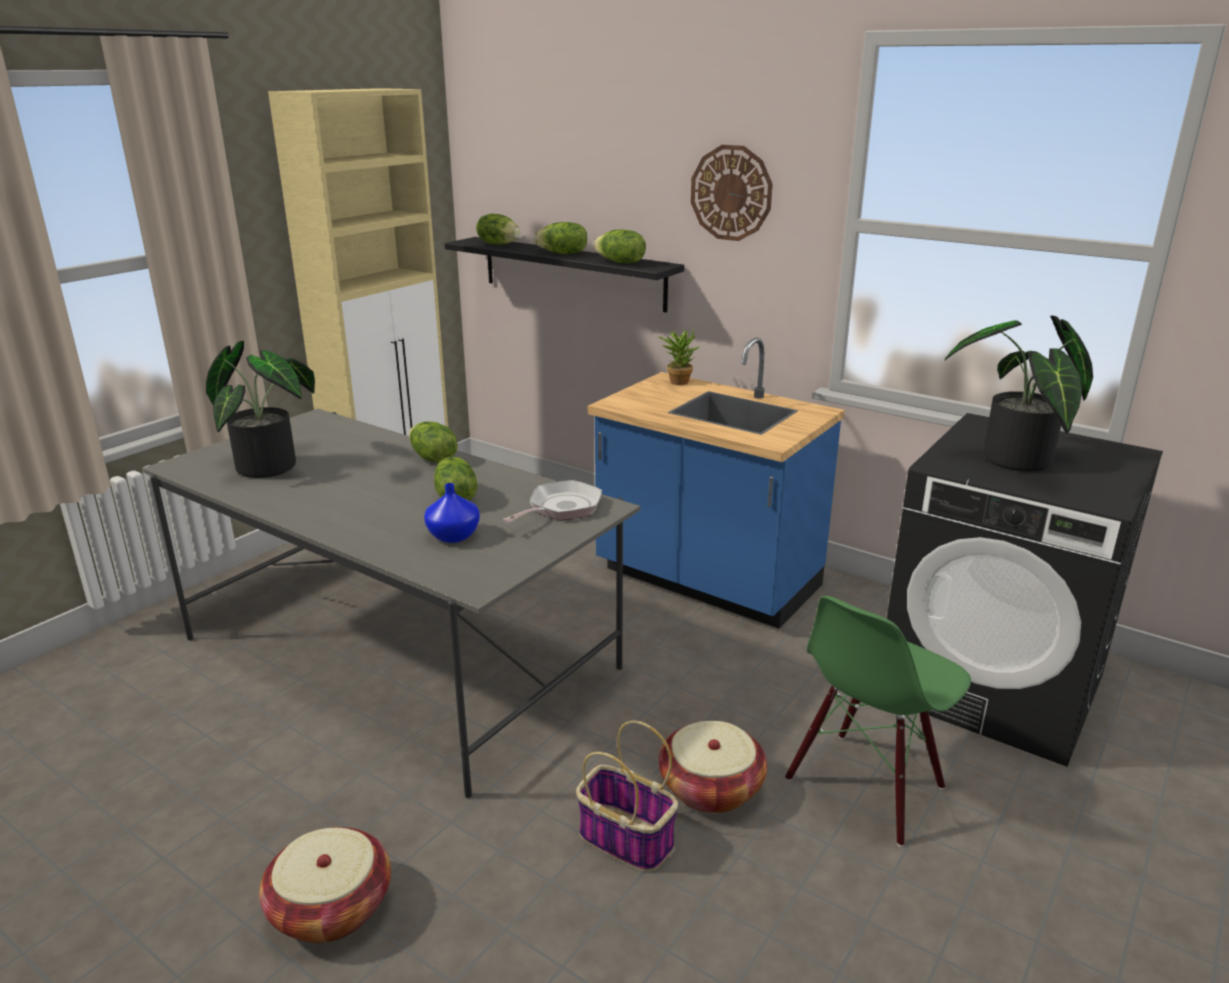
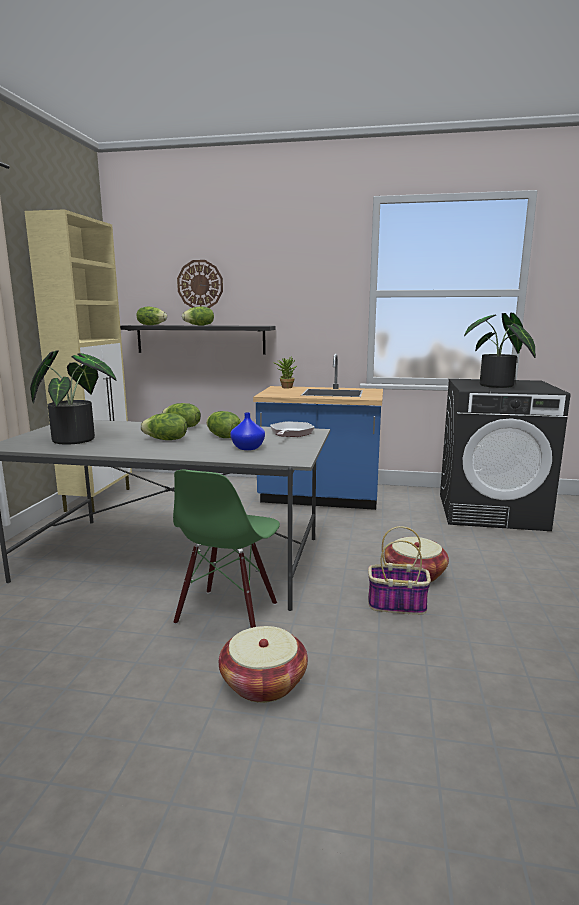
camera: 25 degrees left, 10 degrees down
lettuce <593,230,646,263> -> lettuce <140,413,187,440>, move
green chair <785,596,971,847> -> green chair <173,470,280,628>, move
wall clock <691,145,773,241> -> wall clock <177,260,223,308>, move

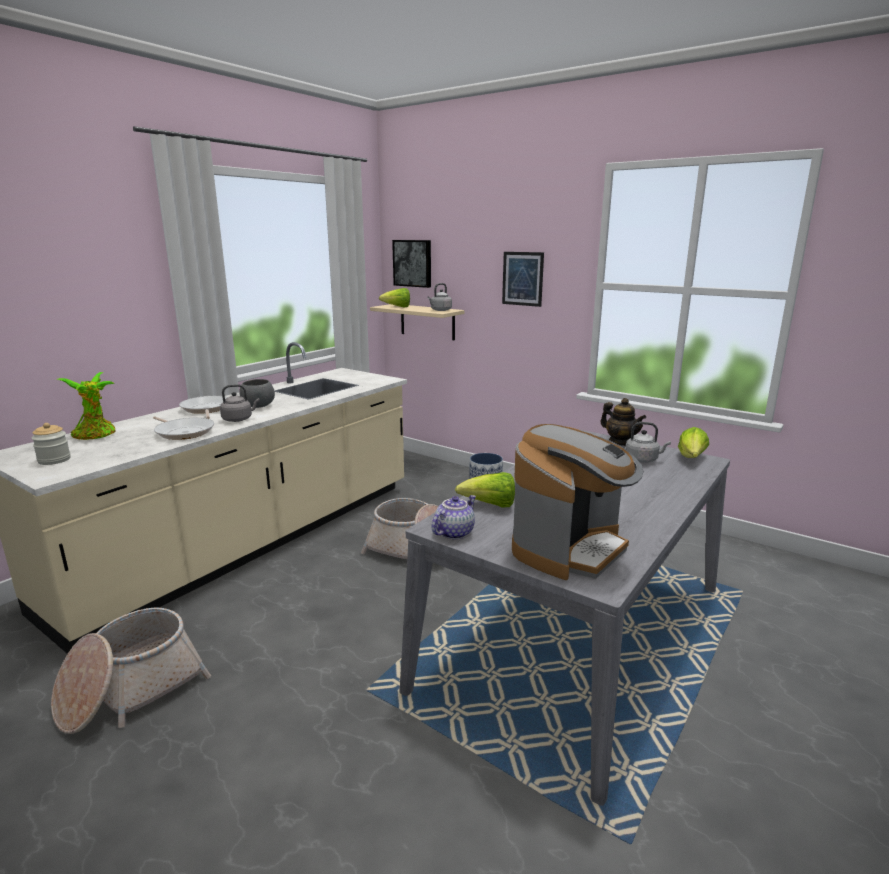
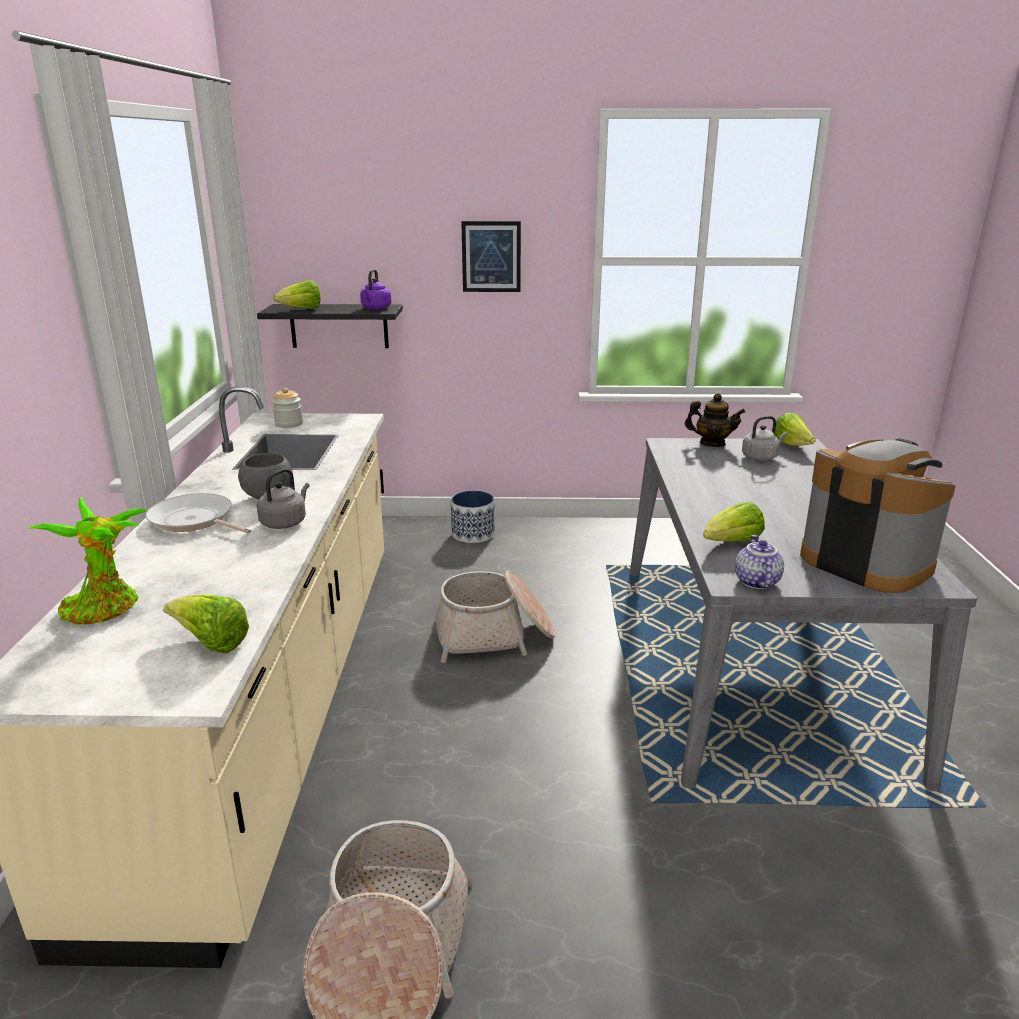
camera: 35 degrees left, 5 degrees up
none -> lettuce <163,594,249,653>
beige shelf <370,304,465,340> -> black shelf <257,304,403,348>
jar <31,423,71,465> -> jar <272,388,303,428>, move
grey kettle <427,283,452,311> -> purple kettle <360,269,391,310>
coffee machine <512,424,643,580> -> coffee machine <800,438,956,593>, 45 degrees counterclockwise
frying pan <153,417,214,440> -> none
picture <392,240,431,288> -> none

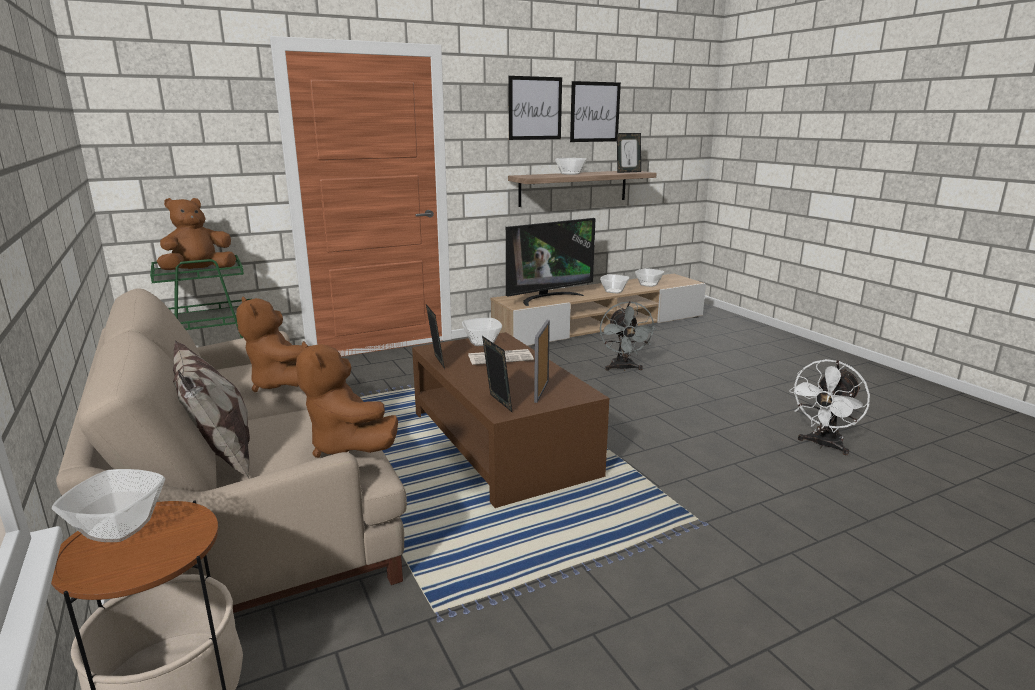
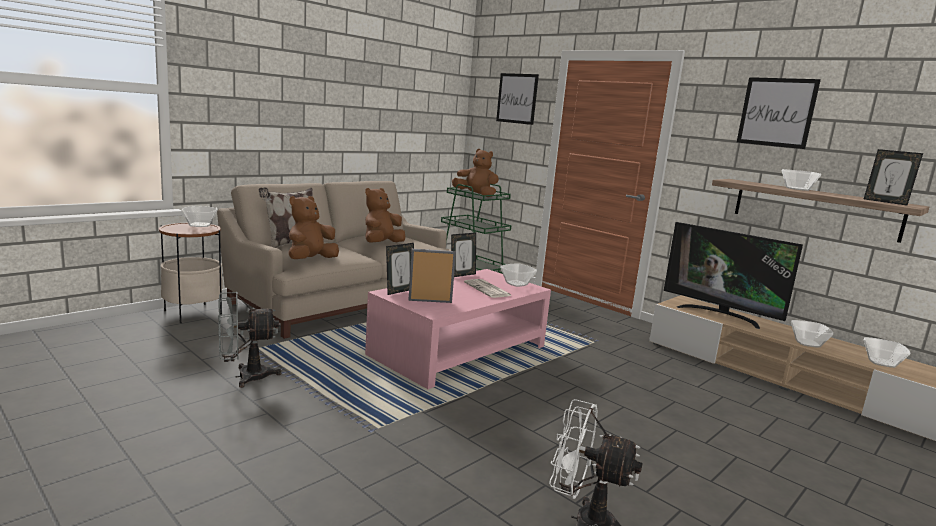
camera: 70 degrees right, 5 degrees down
grey fan <600,301,656,371> -> grey fan <218,292,281,388>, move
brown coffee table <412,332,609,508> -> pink coffee table <365,269,551,389>
picture <570,81,621,142> -> picture <496,73,539,125>, move

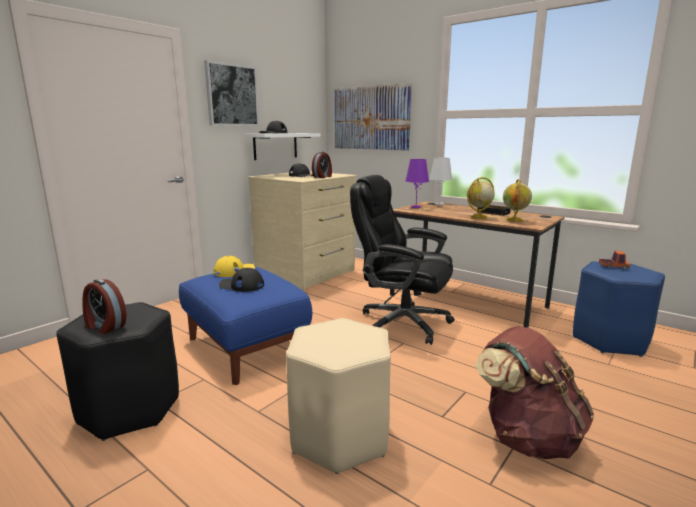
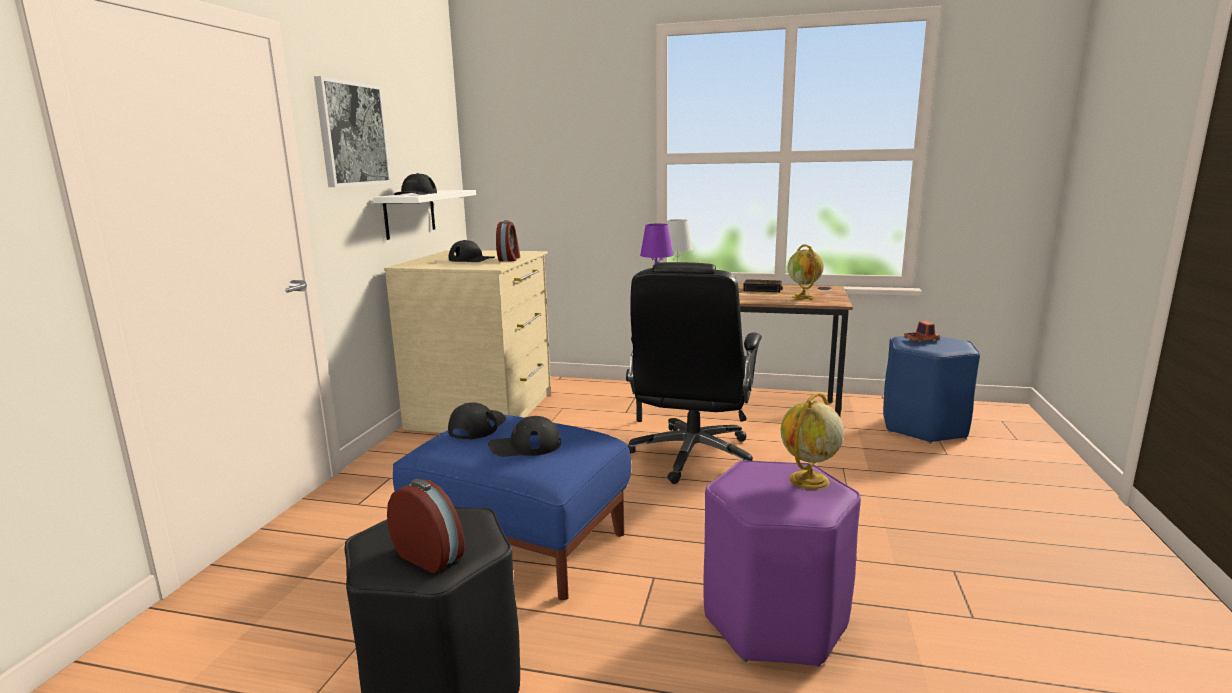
camera: 25 degrees left, 0 degrees up
alarm clock <82,279,126,334> -> alarm clock <387,479,465,573>, 150 degrees counterclockwise
yellow cap <214,256,255,277> -> black cap <448,402,506,440>
black office chair <350,175,455,345> -> black office chair <626,262,762,484>, 75 degrees counterclockwise
beige stool <286,318,391,474> -> purple stool <703,461,861,667>
globe <467,177,495,219> -> globe <780,393,844,490>, move
picture <334,83,412,151> -> none
brown backpack <476,326,594,459> -> none

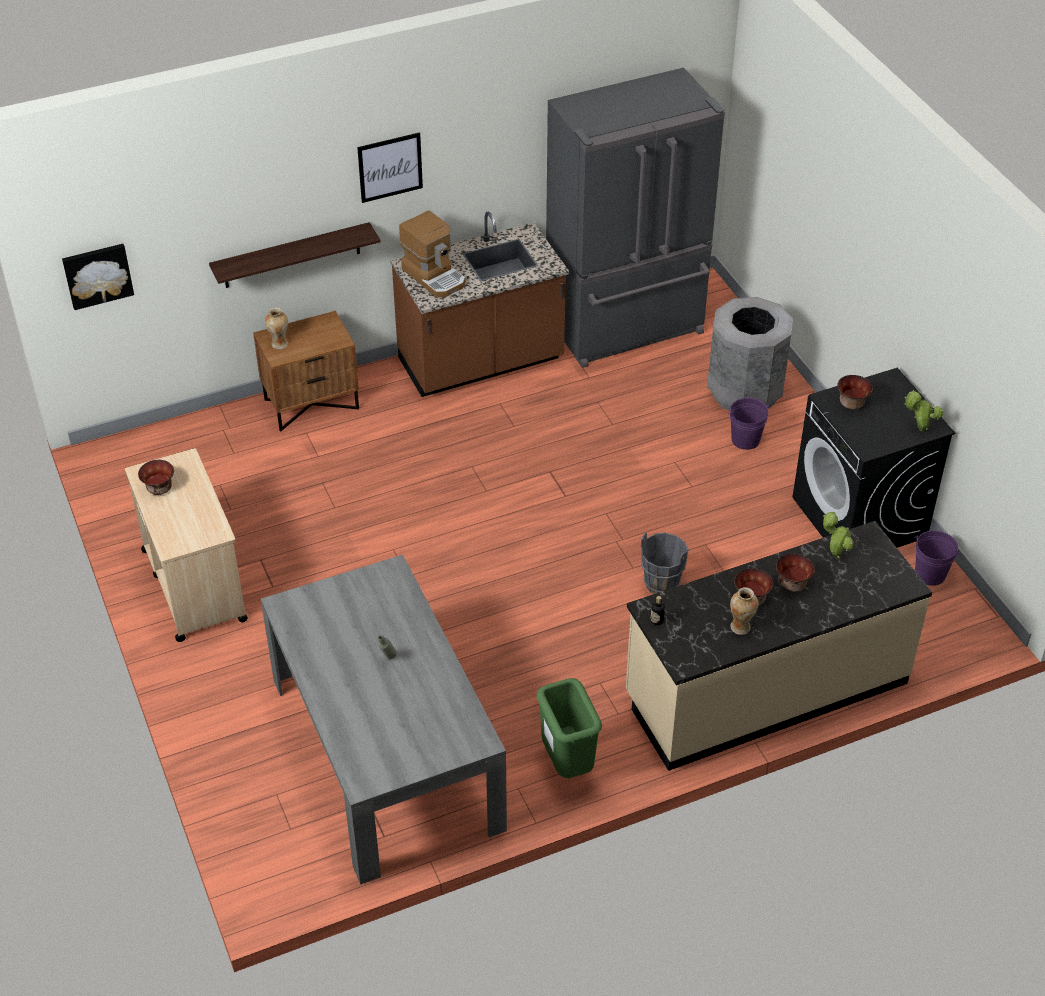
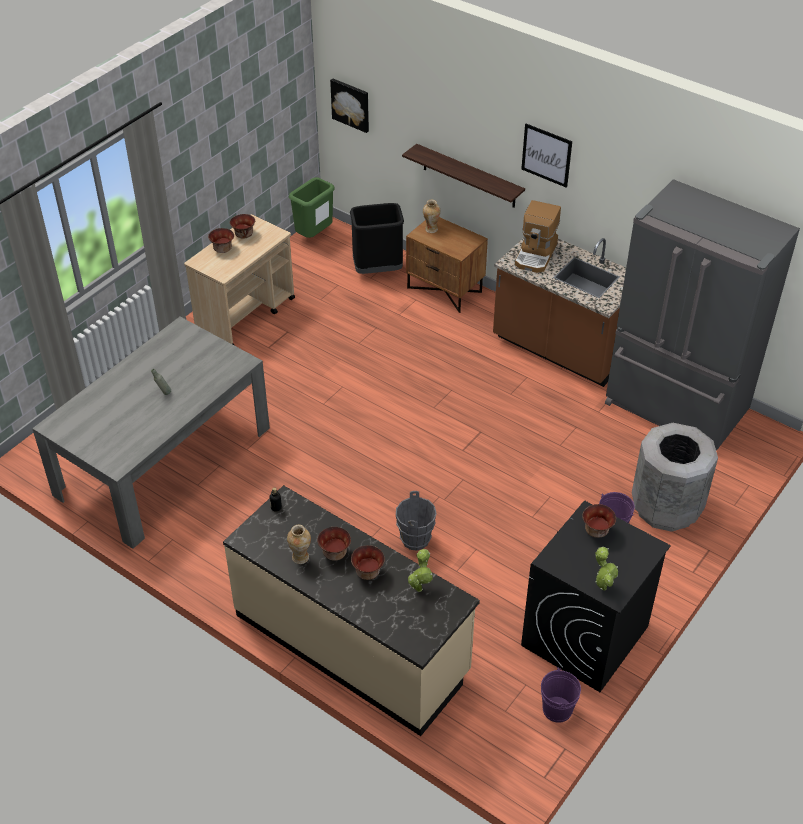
camera: 60 degrees right, 0 degrees up
none -> bowl <208,228,234,253>
green trash can <536,678,602,778> -> green trash can <289,177,335,238>, move
none -> black trash can <350,203,404,274>

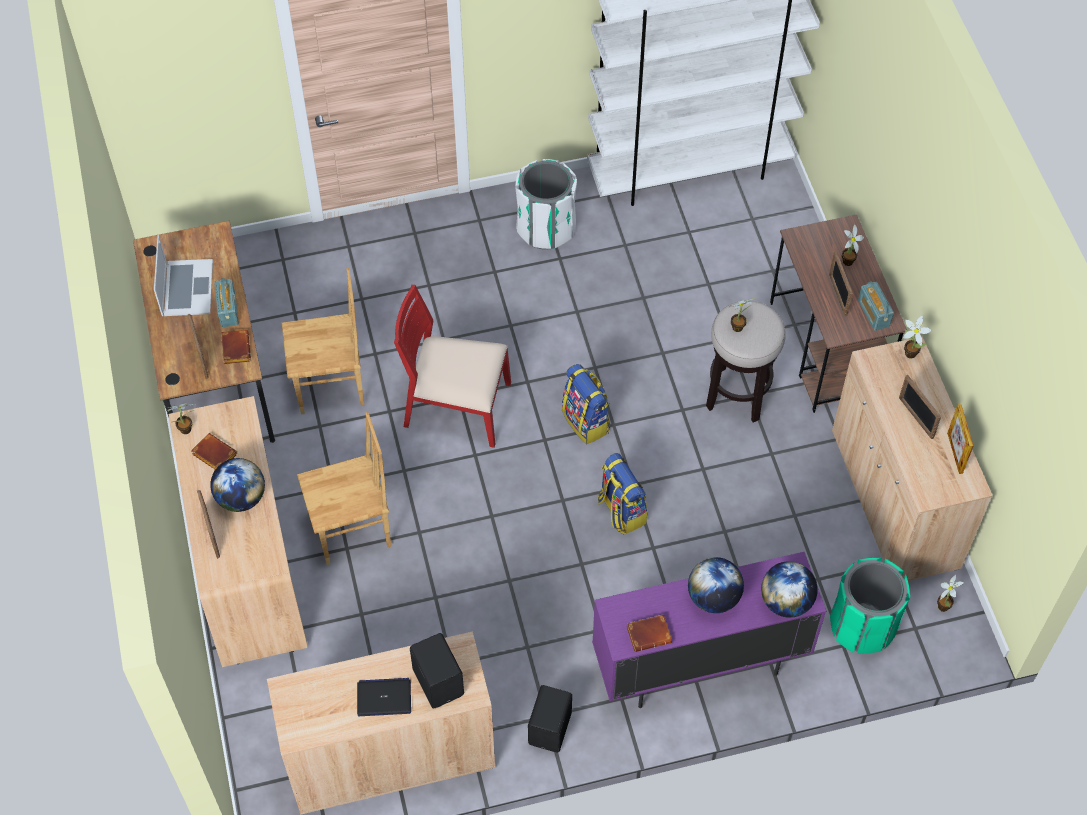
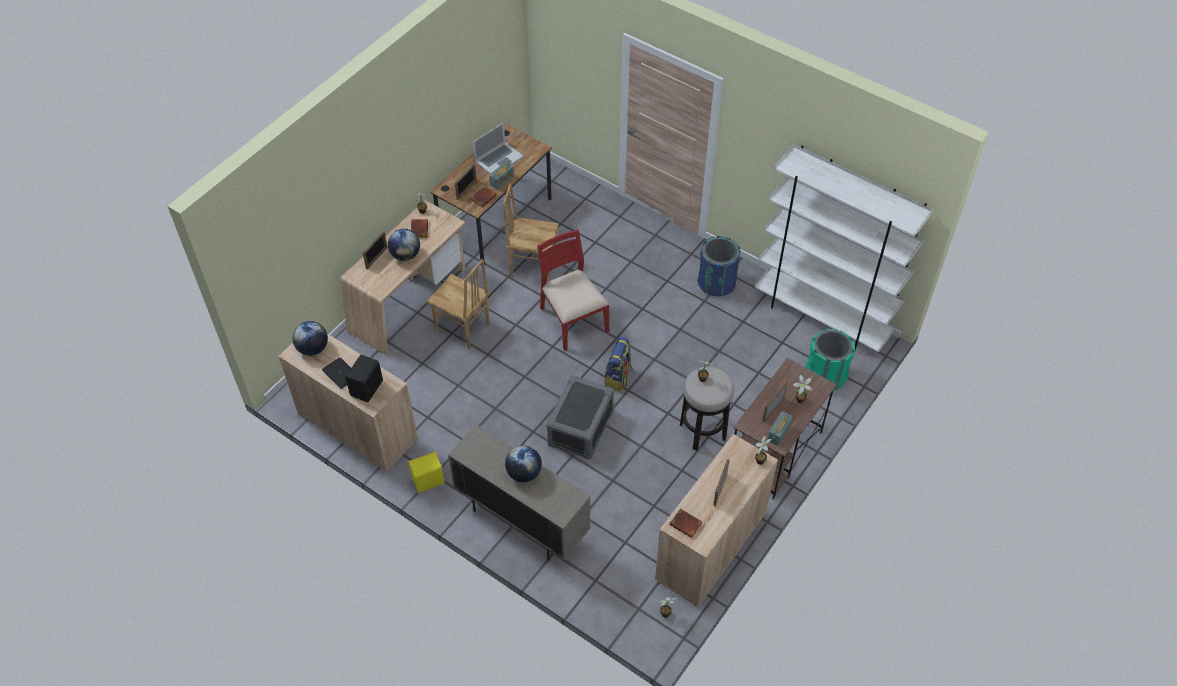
camera: 50 degrees right, 5 degrees down
globe <761,561,818,618> -> globe <292,321,328,356>, move
black speaker <528,685,572,752> -> yellow speaker <408,452,445,493>
purple cabinet <592,552,826,708> -> beige cabinet <448,425,591,561>
brown chair <282,268,365,414> -> brown chair <503,183,559,282>, 150 degrees clockwise
backpack <598,453,647,535> -> grey storage box <546,375,614,460>
brown book <627,614,672,652> -> brown book <670,508,702,538>, move
white trash can <515,159,577,250> -> blue trash can <697,236,741,297>
green trash can <830,558,910,654> -> green trash can <806,329,855,391>, move
picture frame <947,404,973,474> -> none

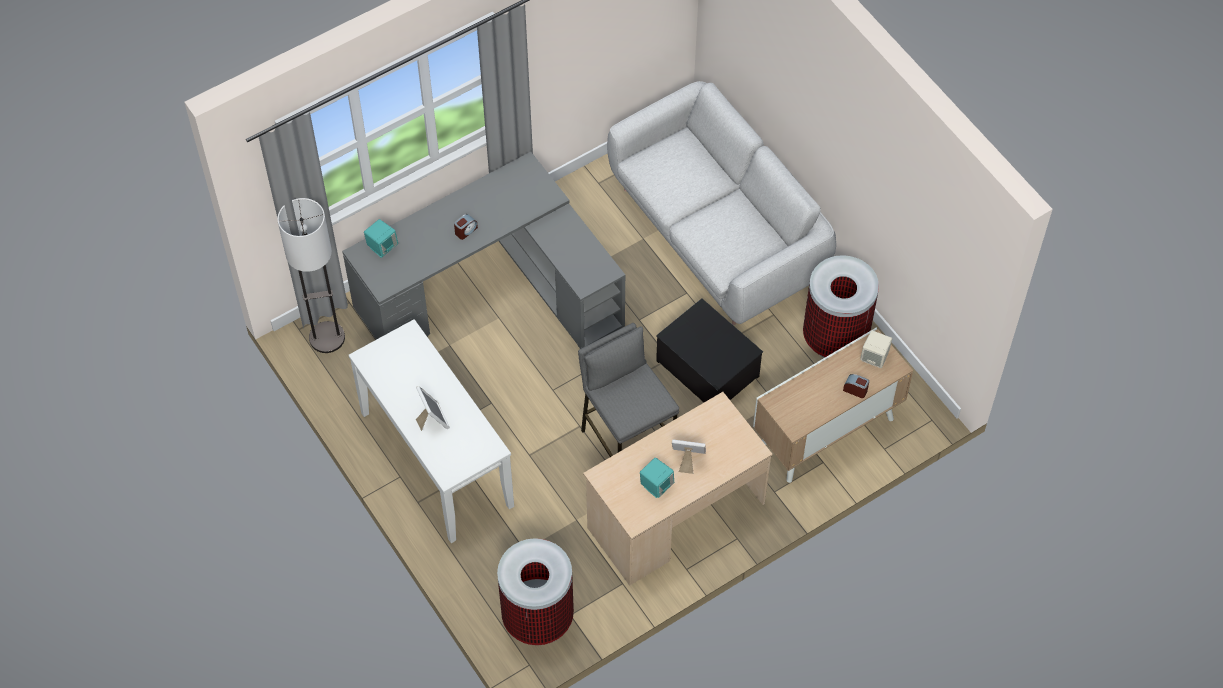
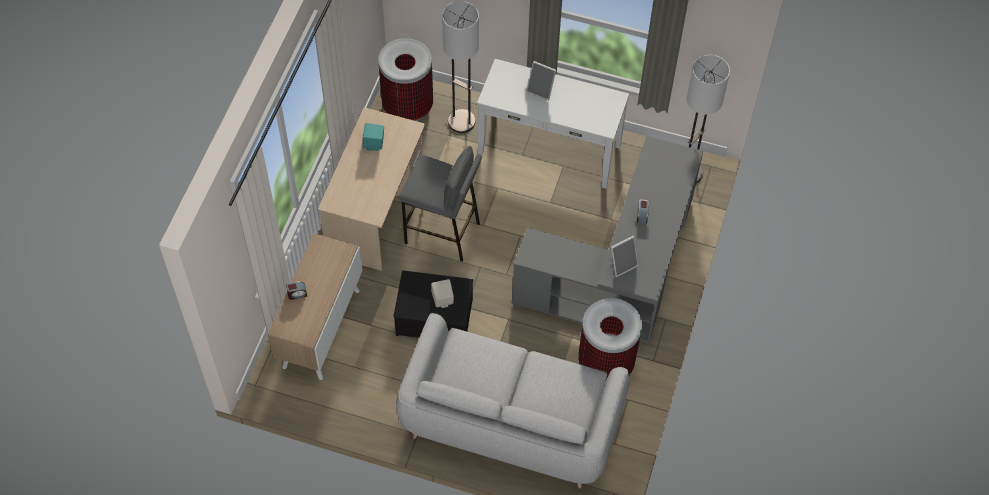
camera: 140 degrees right, 0 degrees up
beige speaker <860,330,892,368> -> beige speaker <431,279,454,308>, move
none -> floor lamp <442,1,479,133>
trash can <803,255,879,358> -> trash can <578,298,642,379>, move
picture frame <672,439,706,474> -> picture frame <611,236,639,277>, move
turquoise speaker <364,219,398,258> -> none

